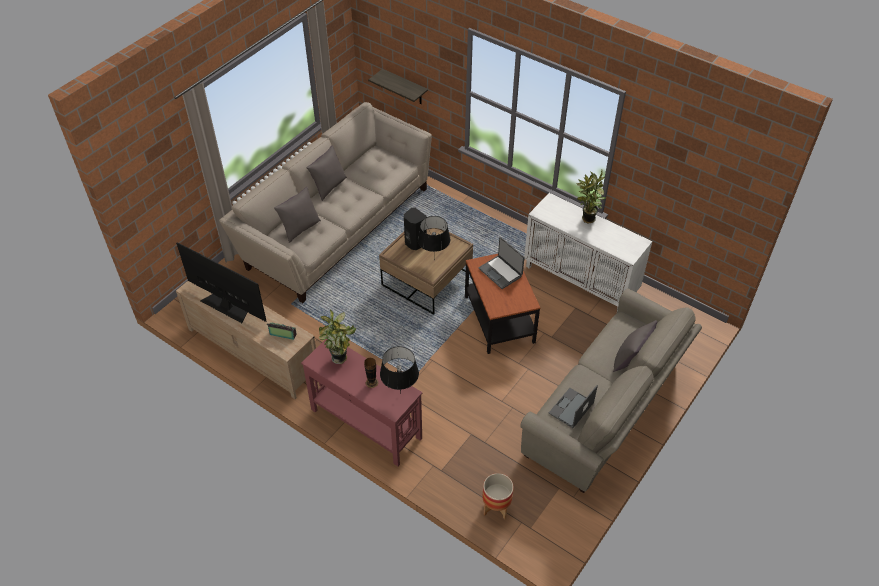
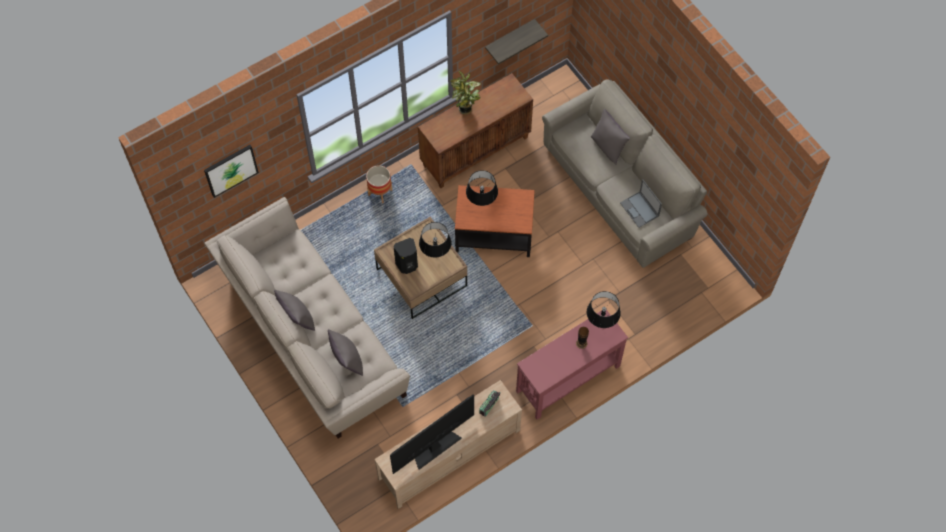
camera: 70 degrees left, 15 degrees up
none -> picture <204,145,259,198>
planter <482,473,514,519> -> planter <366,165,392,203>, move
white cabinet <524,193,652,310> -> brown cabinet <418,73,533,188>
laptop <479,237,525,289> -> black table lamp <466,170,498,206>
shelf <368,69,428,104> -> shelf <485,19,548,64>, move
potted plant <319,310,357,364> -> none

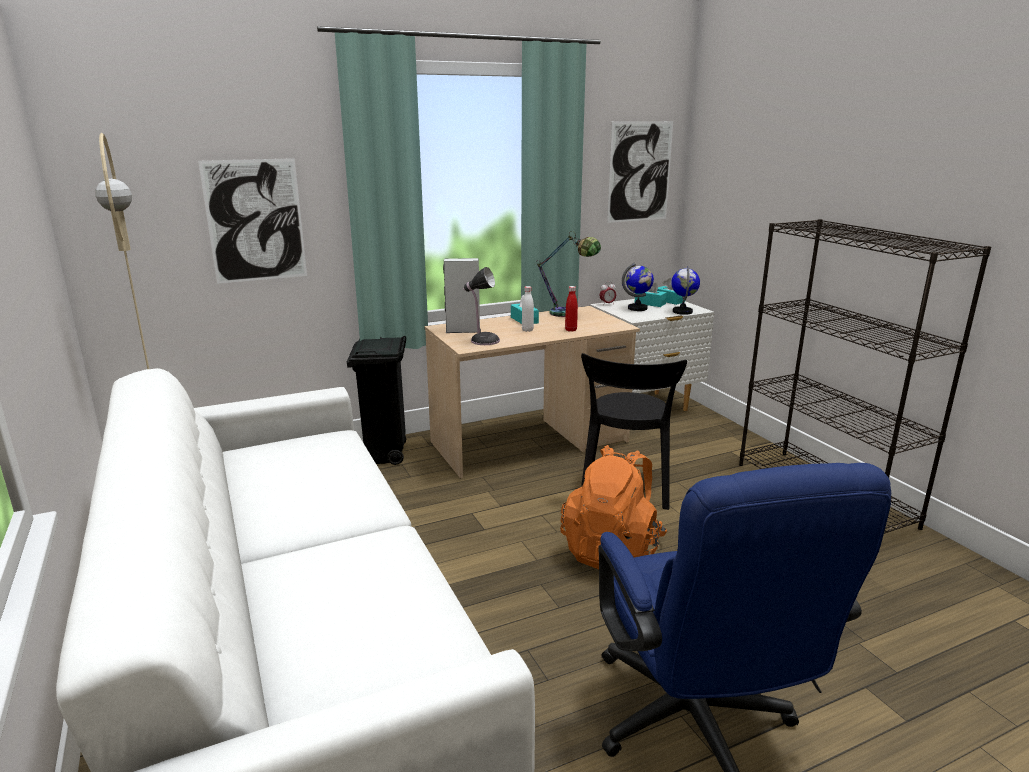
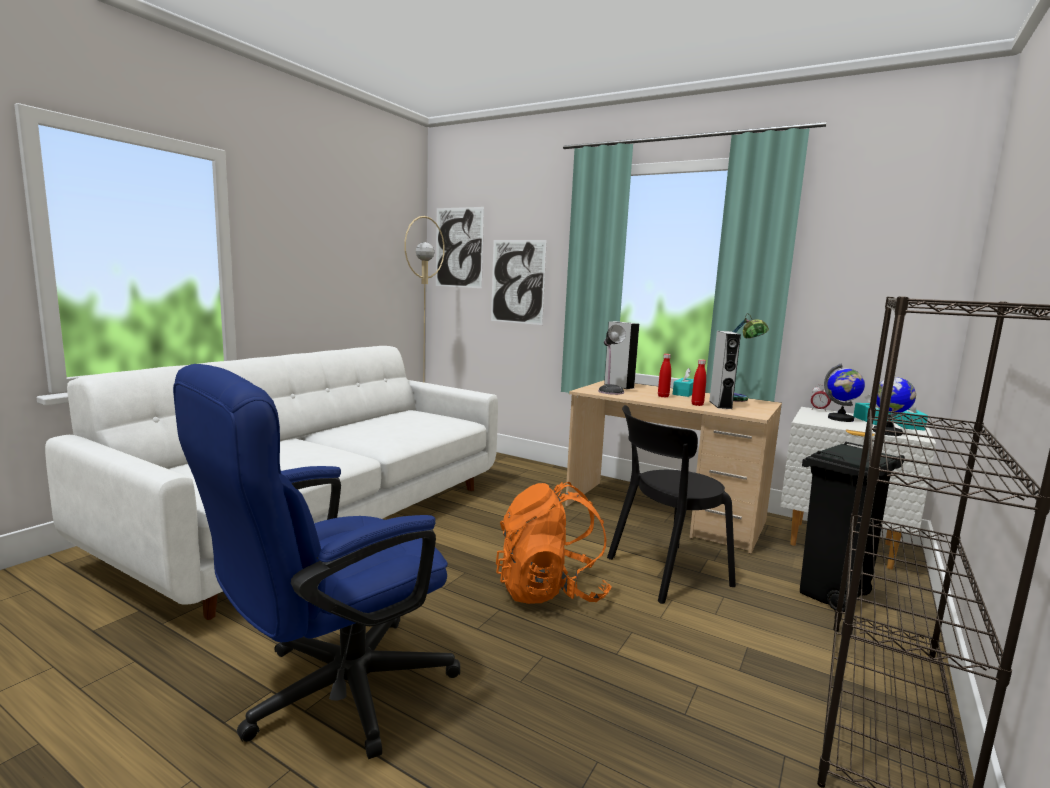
camera: 55 degrees right, 10 degrees down
picture <607,121,673,223> -> picture <436,207,484,288>, move
white bottle <522,286,534,332> -> red bottle <658,354,671,398>
none -> grey speaker <709,331,741,409>
black trash can <347,336,406,465> -> black trash can <800,442,905,612>, move

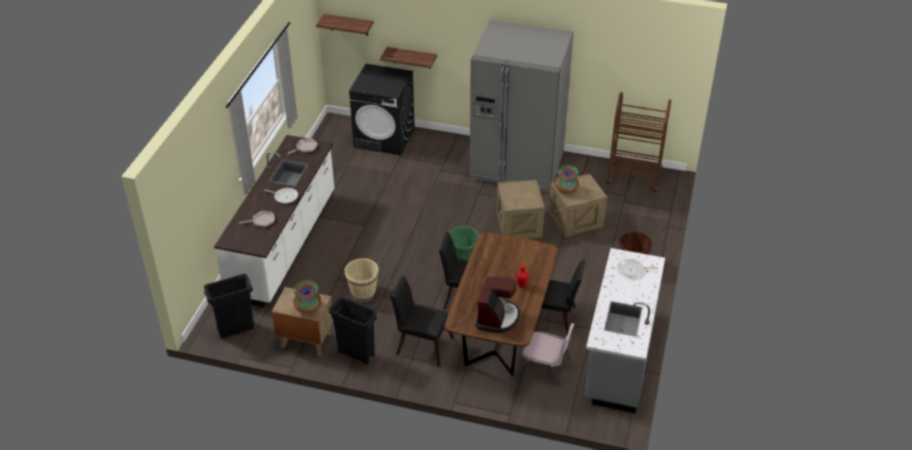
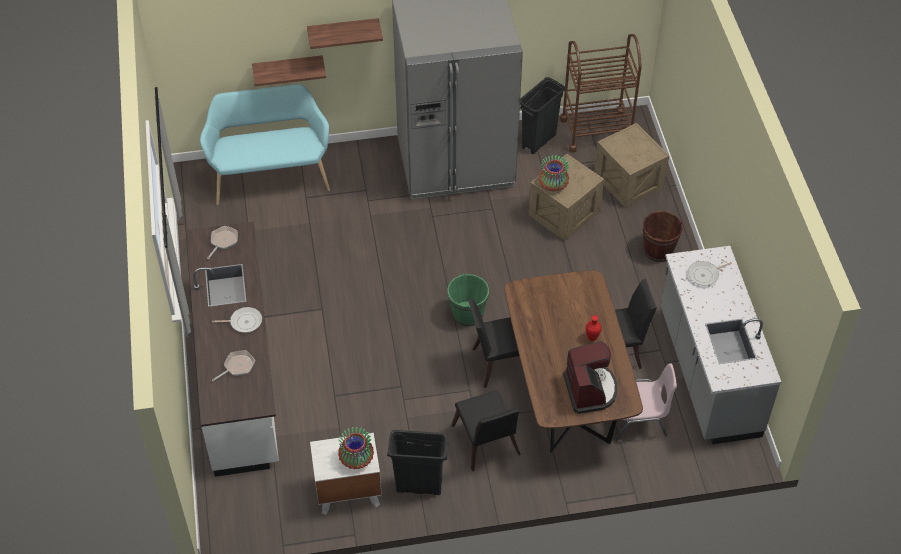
camera: 25 degrees left, 10 degrees up
black washing machine <349,64,415,155> -> turquoise bench <200,84,330,205>
shelf <316,14,374,36> -> shelf <307,18,383,49>, move
brown nightstand <271,287,333,356> -> white nightstand <310,433,382,515>
black chair <390,275,454,367> -> black chair <451,390,521,471>, 105 degrees counterclockwise
black trash can <204,274,254,339> -> black trash can <520,77,565,154>, move
crate <497,180,545,239> -> crate <594,123,669,208>, move
beige bucket <345,258,379,302> -> none

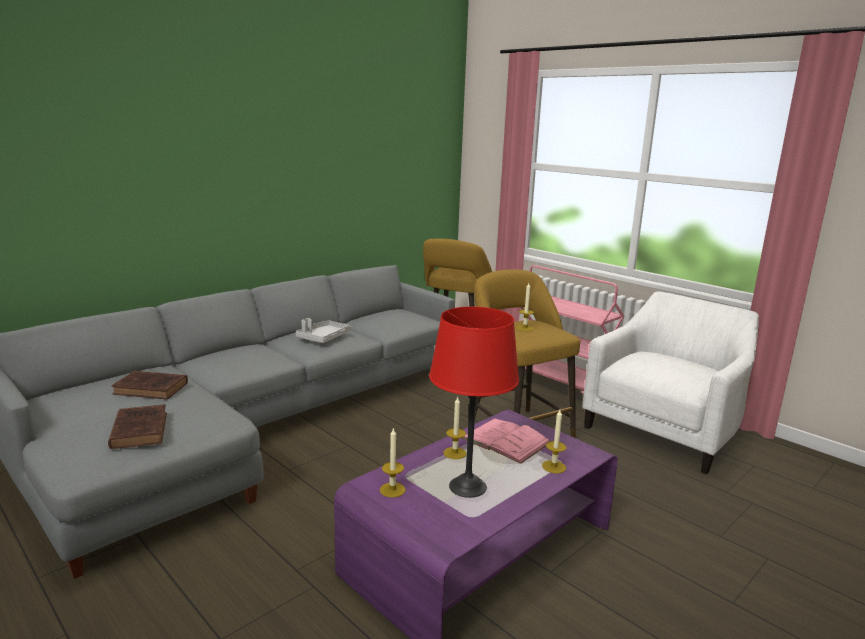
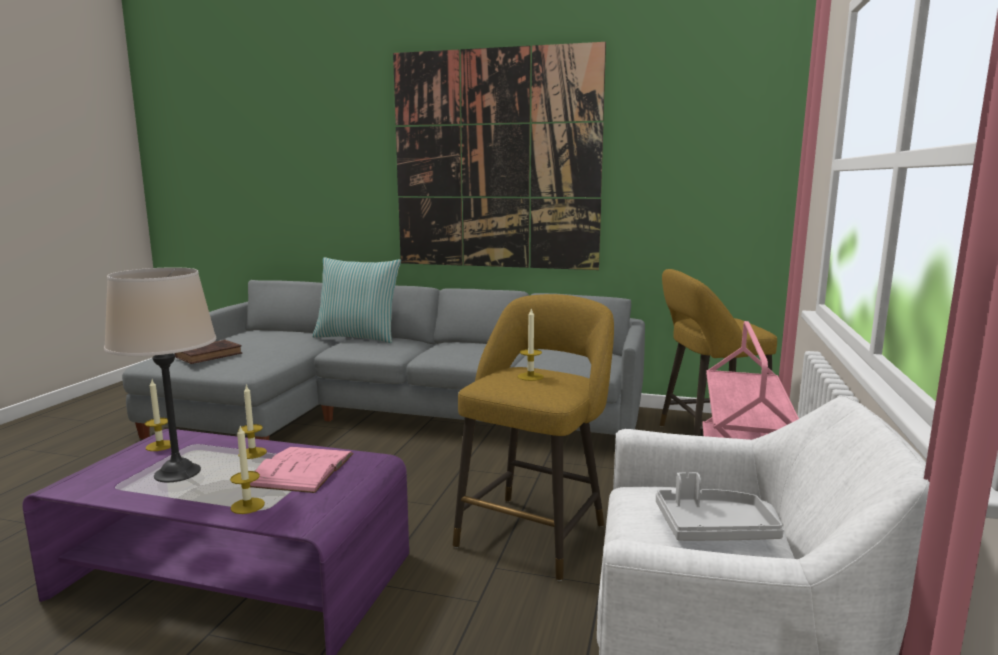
camera: 60 degrees right, 5 degrees down
red table lamp <429,307,519,498> -> beige table lamp <104,267,216,482>
none -> pillow <312,257,401,343>
none -> picture <393,42,606,270>
grey tray <296,318,351,343> -> grey tray <656,472,784,541>, move
brown book <112,371,188,399> -> none

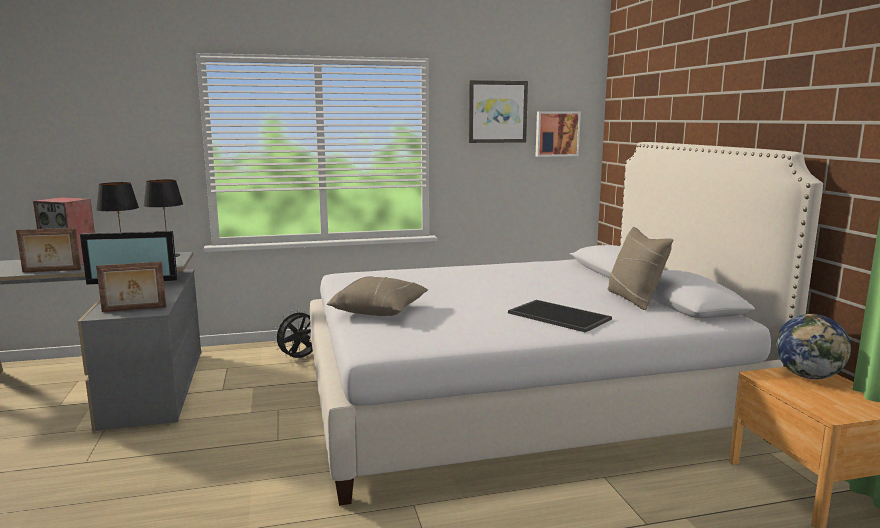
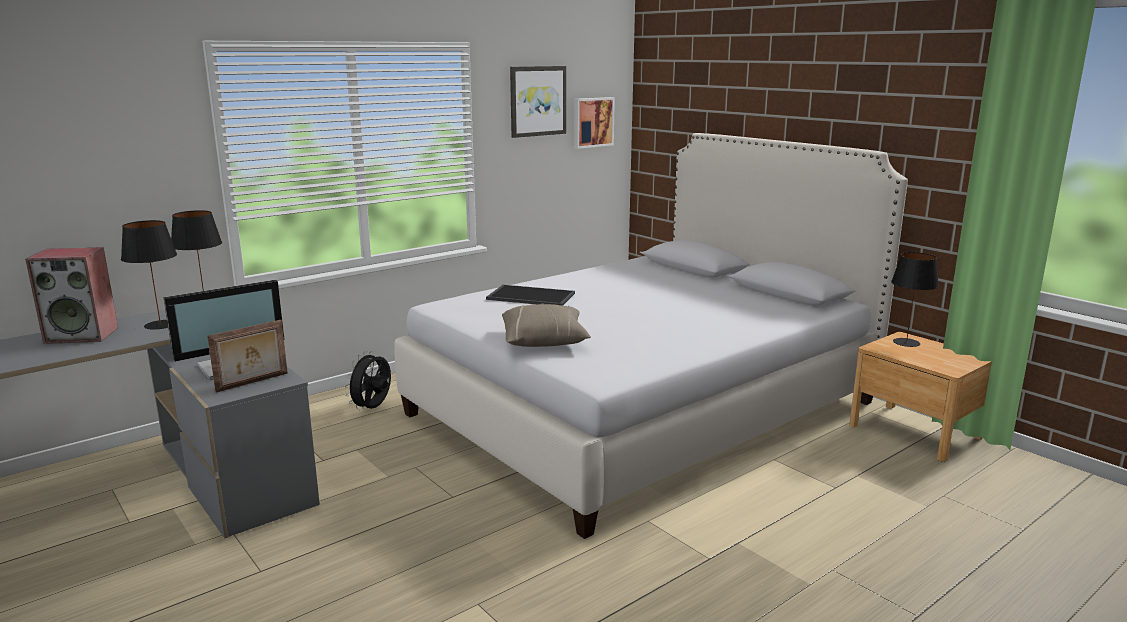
camera: 25 degrees left, 5 degrees up
tray <508,300,612,333> -> tray <486,285,575,306>, move
globe <776,314,851,379> -> black table lamp <891,252,939,347>
picture frame <16,228,81,272> -> none
beige pillow <608,227,674,310> -> none

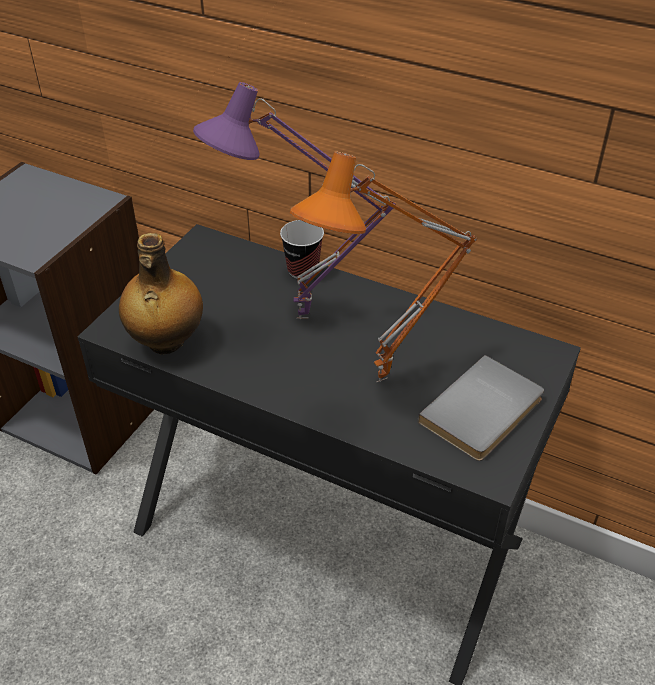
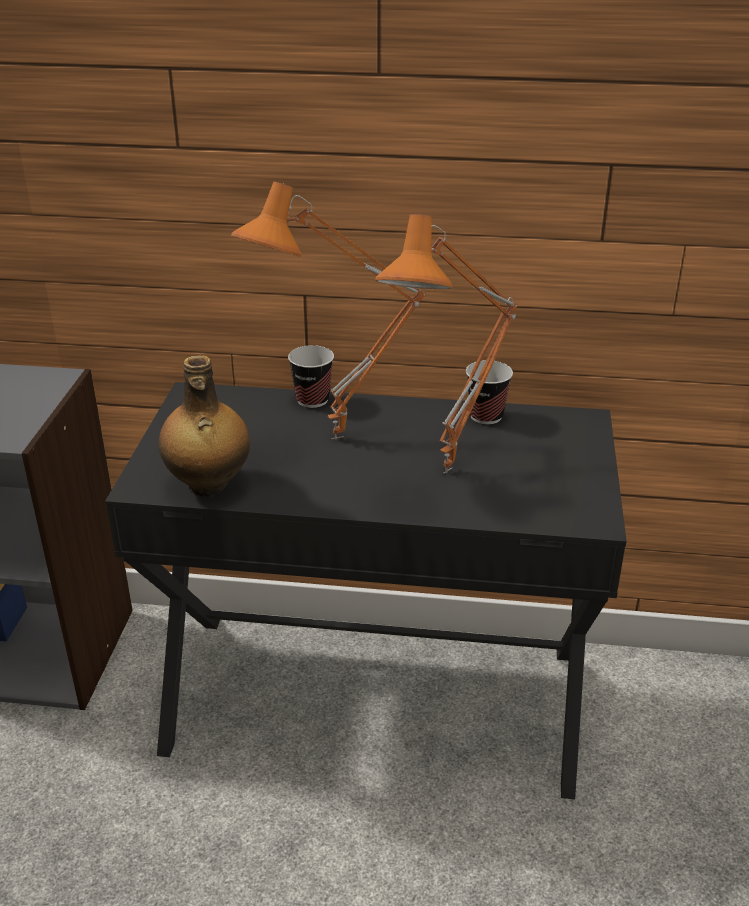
camera: 20 degrees left, 10 degrees down
purple table lamp <193,82,396,319> -> orange table lamp <231,182,426,440>
none -> cup <466,360,513,425>
grey book <418,355,544,461> -> none

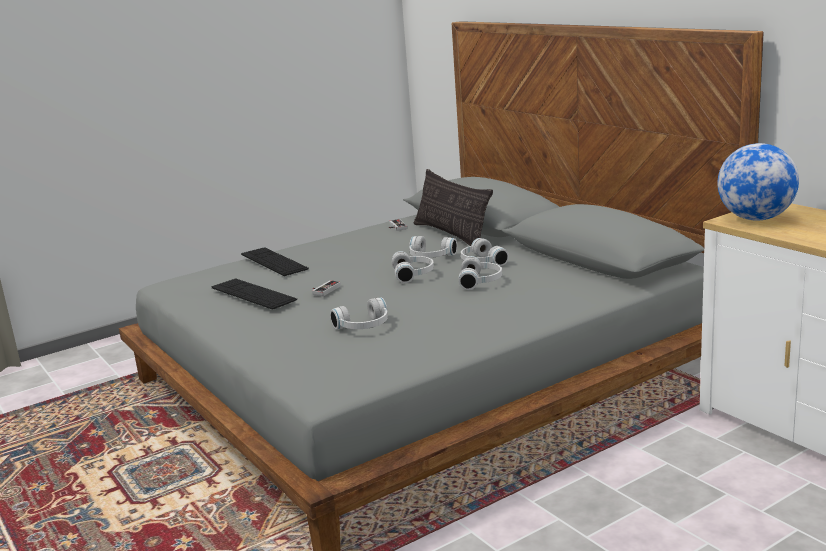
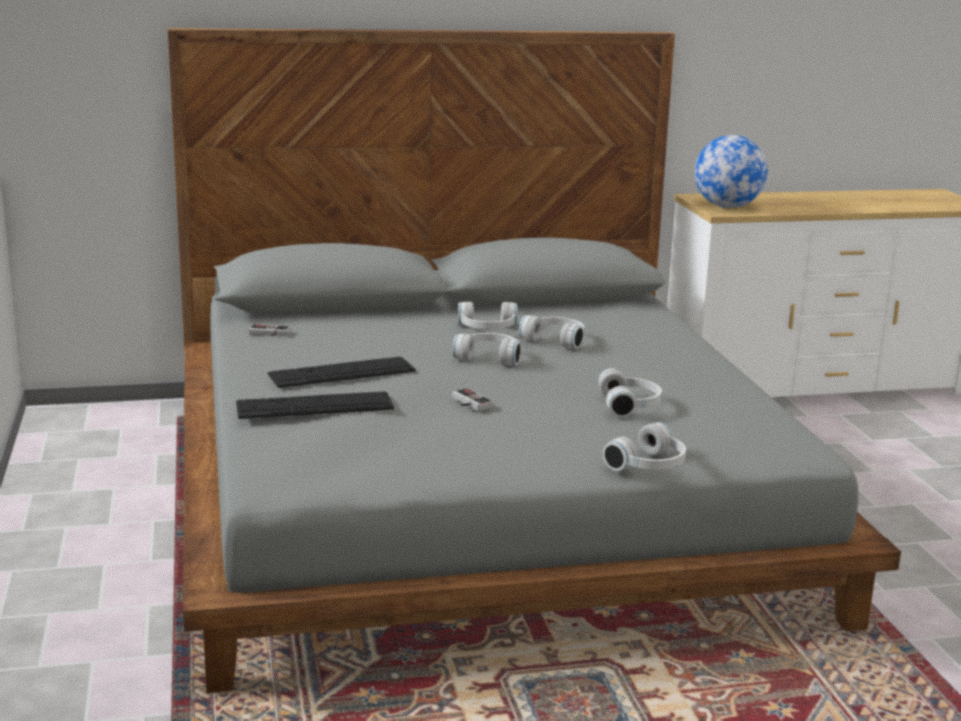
camera: 70 degrees left, 0 degrees up
keyboard <212,278,297,310> -> keyboard <268,356,416,388>, move
white headphones <409,236,457,258> -> white headphones <603,422,686,471>, move
pillow <414,169,493,246> -> none

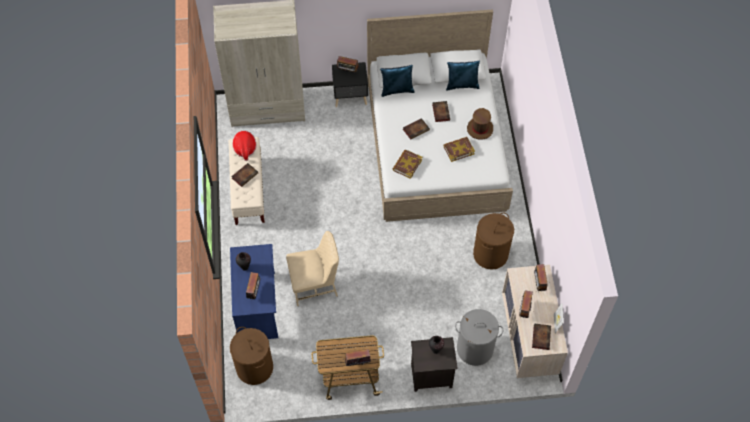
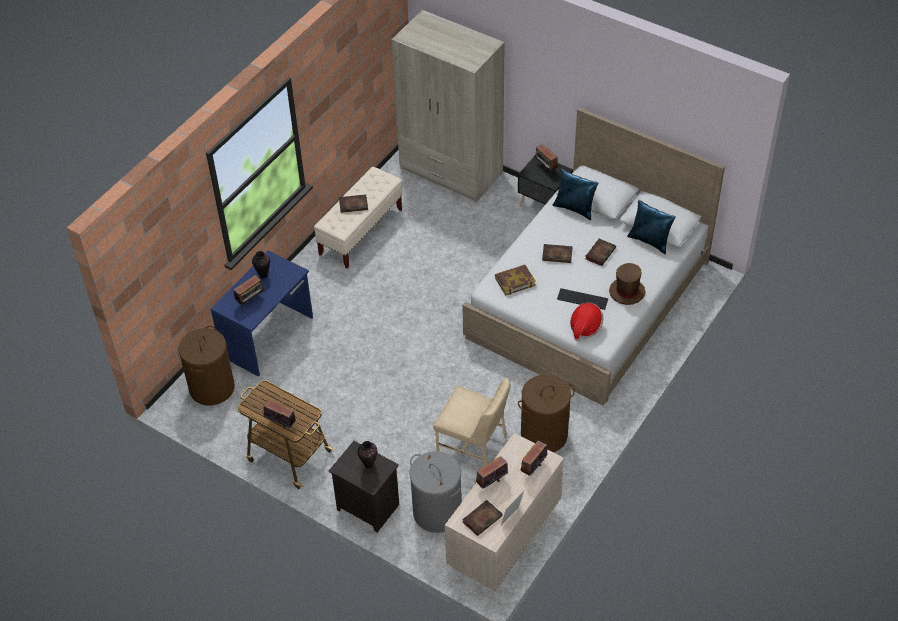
camera: 40 degrees right, 10 degrees down
beige chair <286,231,339,306> -> beige chair <433,378,511,465>, move
book <443,137,475,162> -> keyboard <557,288,608,310>
hat <232,131,256,161> -> hat <570,303,603,341>, move

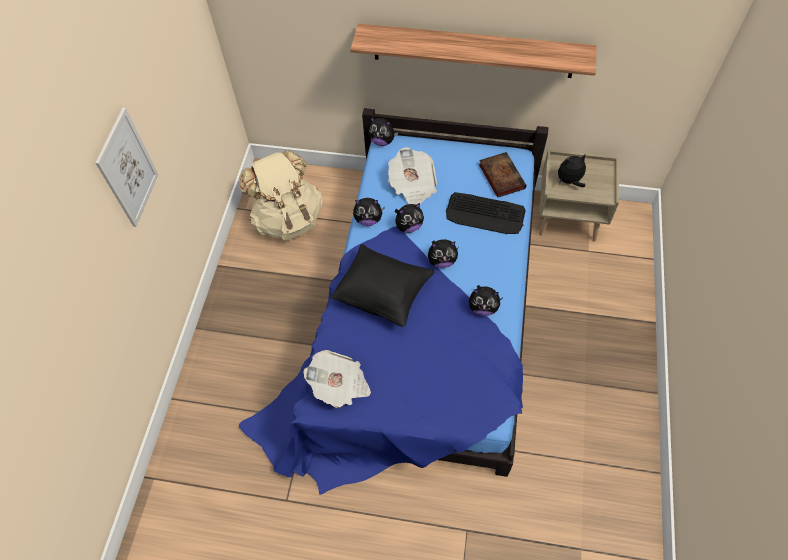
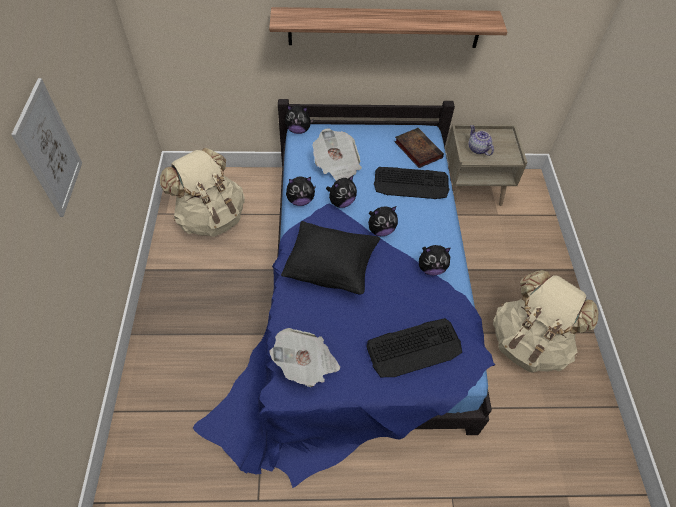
camera: 15 degrees left, 5 degrees down
none -> keyboard <367,318,462,377>
plush toy <558,155,586,187> -> teapot <468,125,494,156>
none -> beige backpack <493,270,598,373>

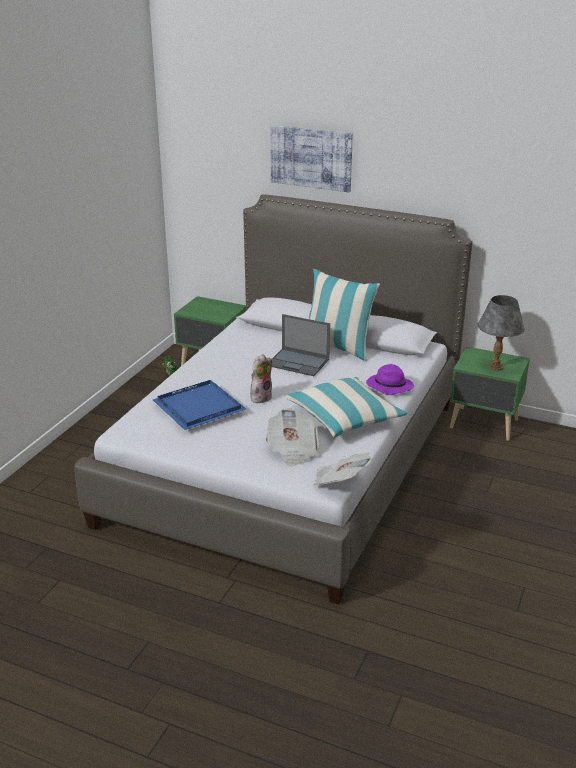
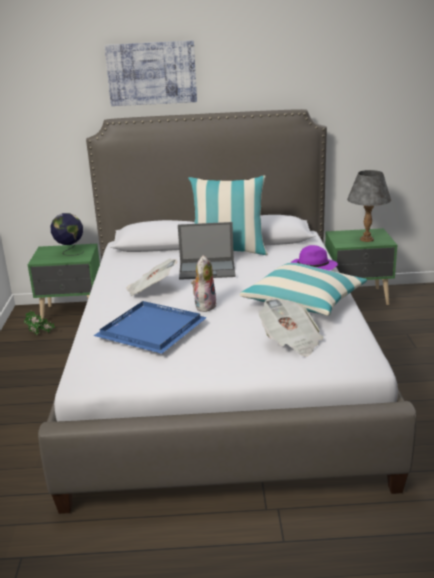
camera: 25 degrees left, 5 degrees down
none -> globe <51,213,84,256>
newspaper <314,452,371,485> -> newspaper <126,259,177,296>, move

